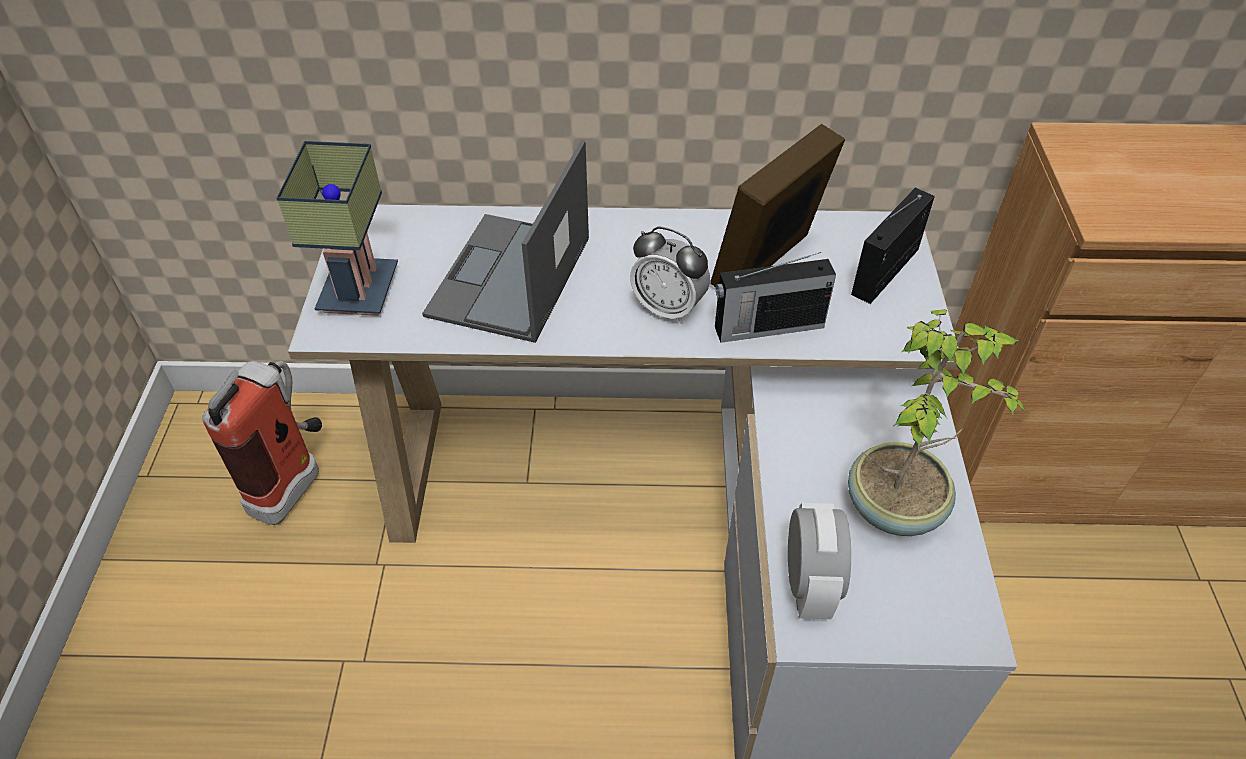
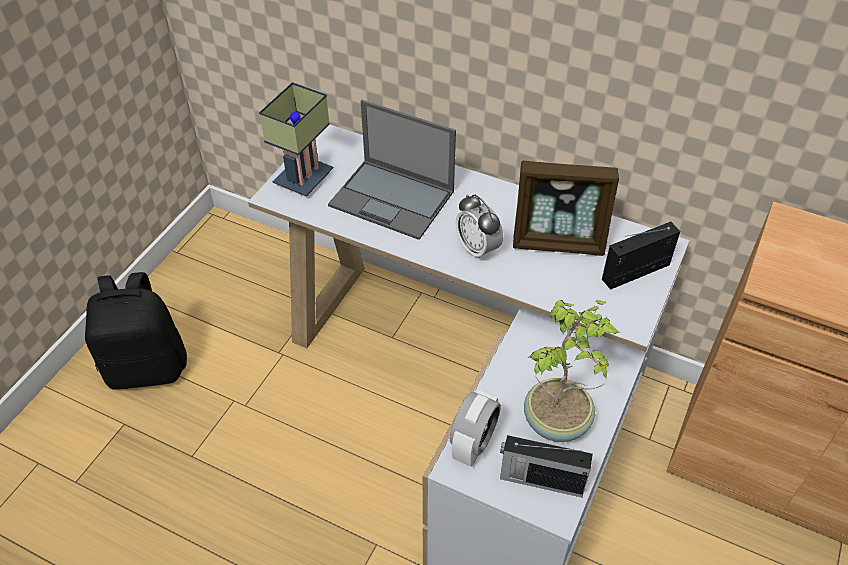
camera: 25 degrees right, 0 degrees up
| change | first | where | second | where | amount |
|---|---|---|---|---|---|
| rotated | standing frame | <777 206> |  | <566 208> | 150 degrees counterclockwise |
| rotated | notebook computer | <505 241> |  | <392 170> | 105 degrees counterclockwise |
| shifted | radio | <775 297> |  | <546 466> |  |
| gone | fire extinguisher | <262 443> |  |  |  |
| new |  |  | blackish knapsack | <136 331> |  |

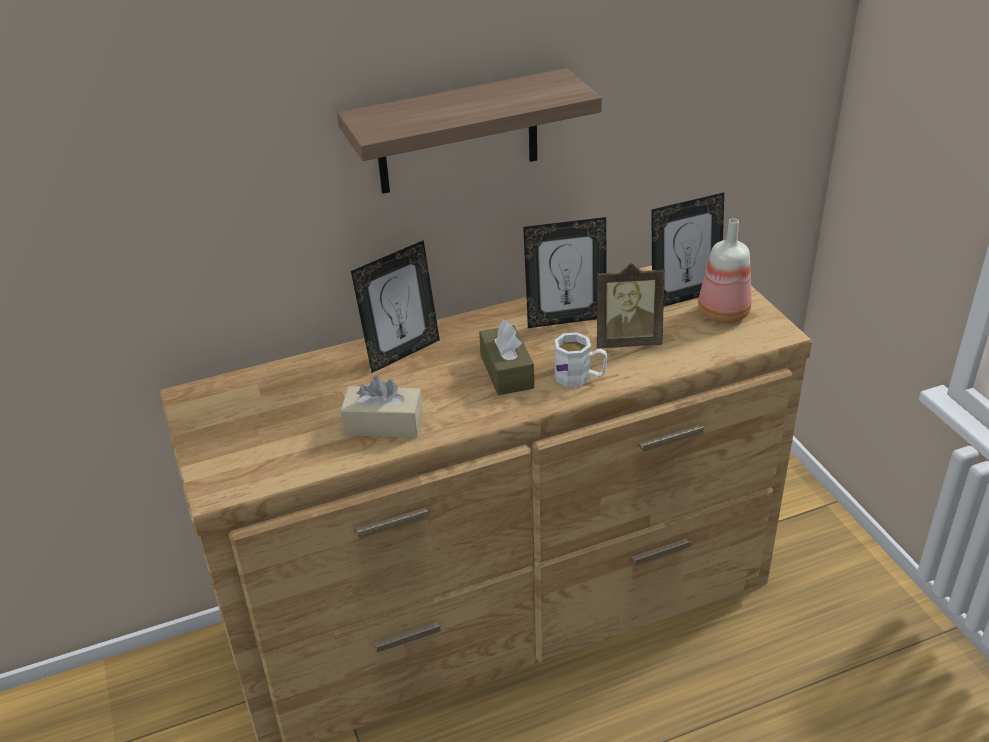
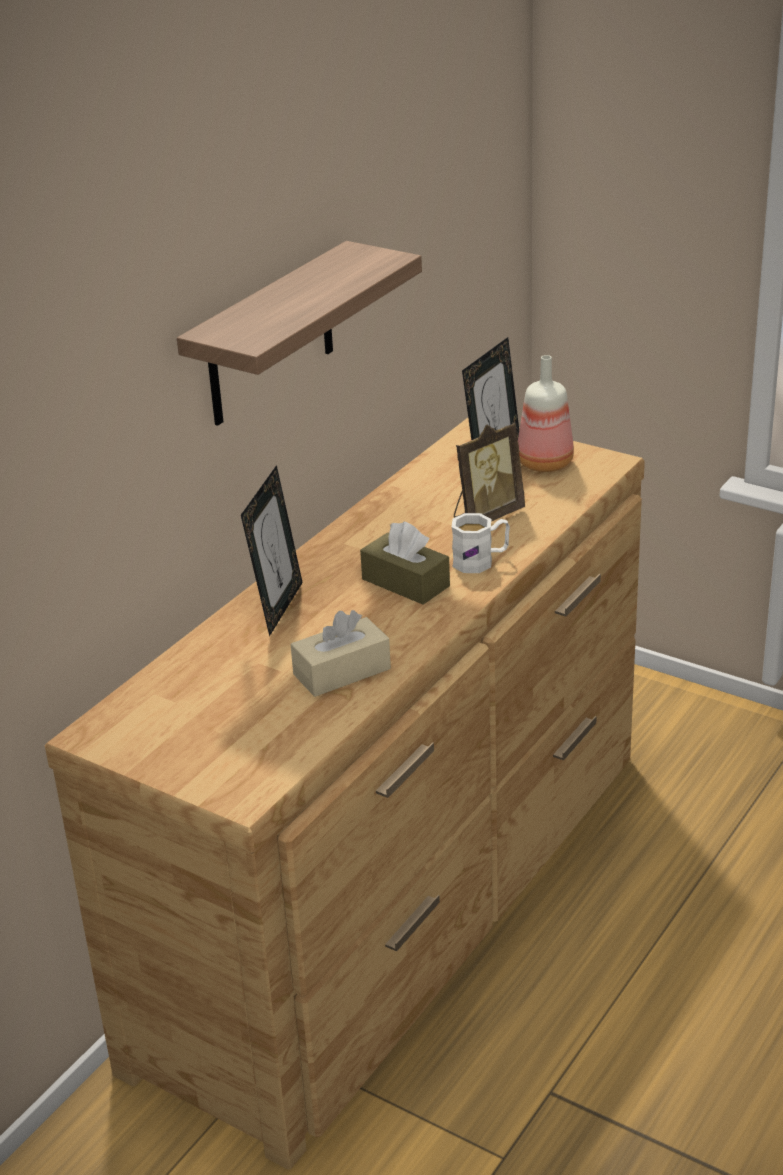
camera: 35 degrees left, 5 degrees down
| change | first | where | second | where | amount |
|---|---|---|---|---|---|
| gone | standing frame | <564 272> |  |  |  |

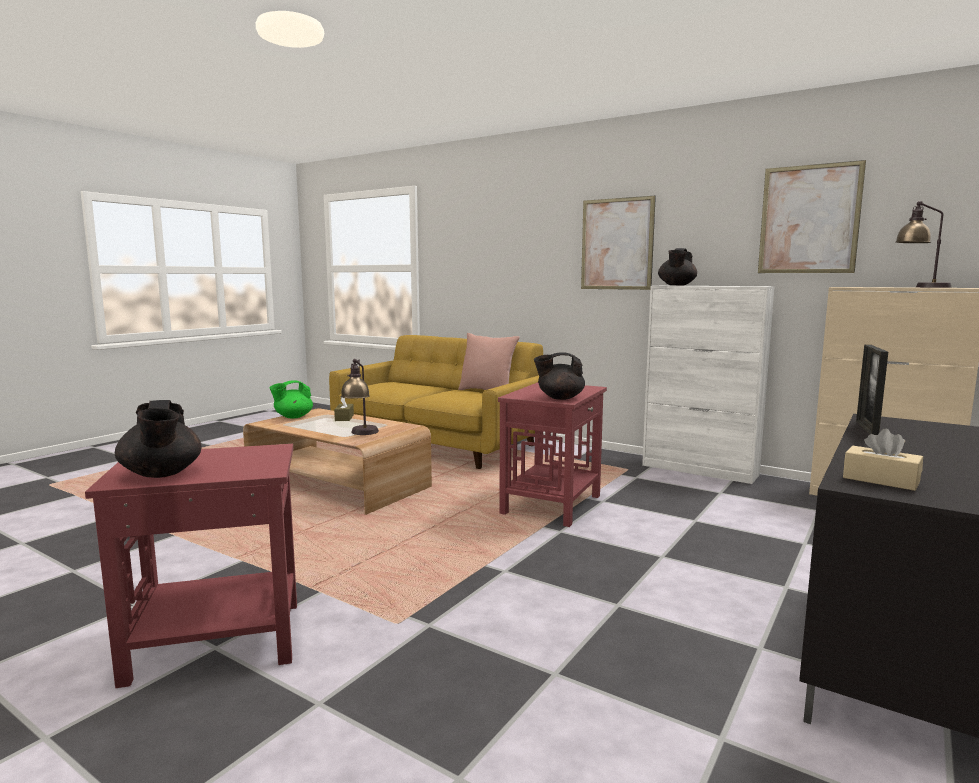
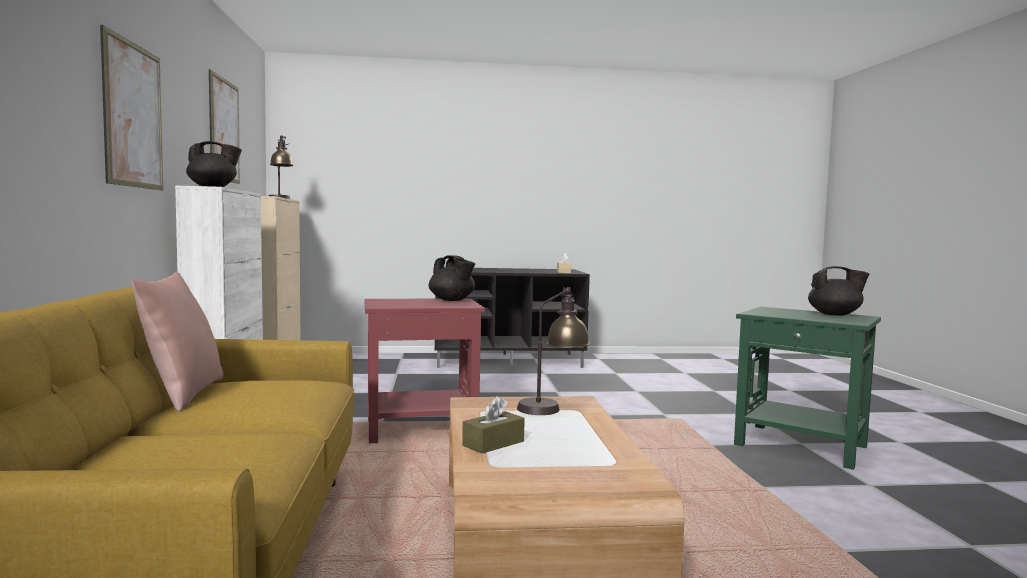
camera: 130 degrees left, 5 degrees down
| change | first | where | second | where | amount |
|---|---|---|---|---|---|
| gone | standing frame | <872 390> |  |  |  |
| gone | green tea pot | <291 399> |  |  |  |
| rotated | blackish tea pot | <158 439> |  | <839 291> | 75 degrees clockwise |
| repainted | red end table | <191 566> | green end table | <807 388> |  |

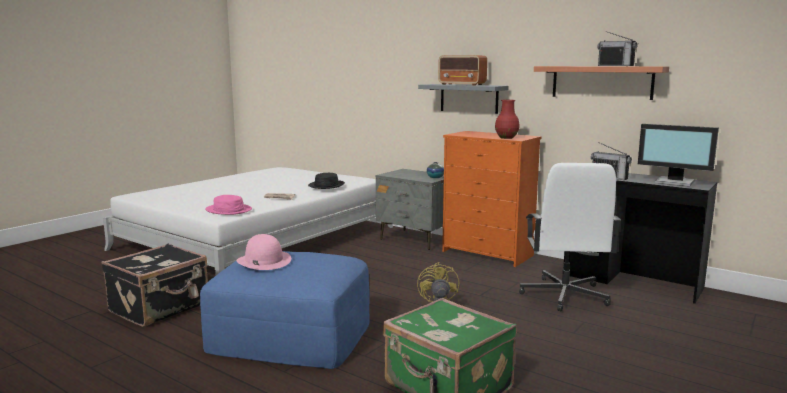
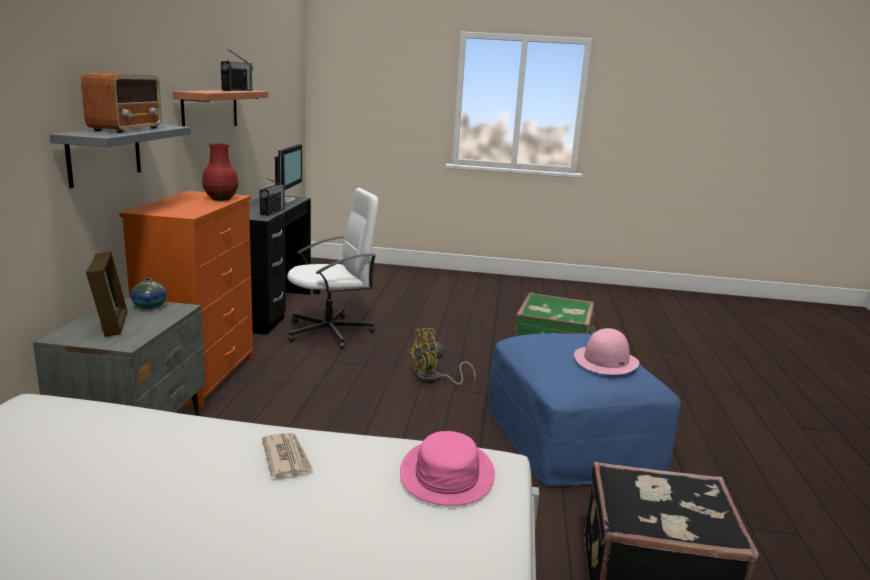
camera: 120 degrees left, 5 degrees up
| change | first | where | second | where | amount |
|---|---|---|---|---|---|
| gone | blackish clothing hat | <326 181> |  |  |  |
| new |  |  | standing frame | <107 294> |  |

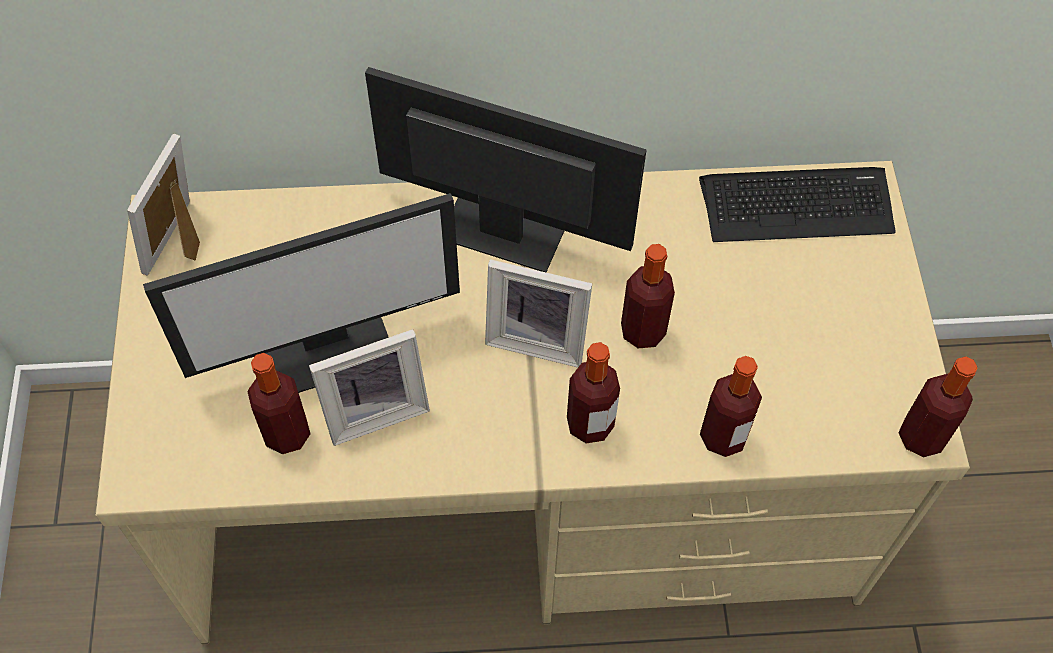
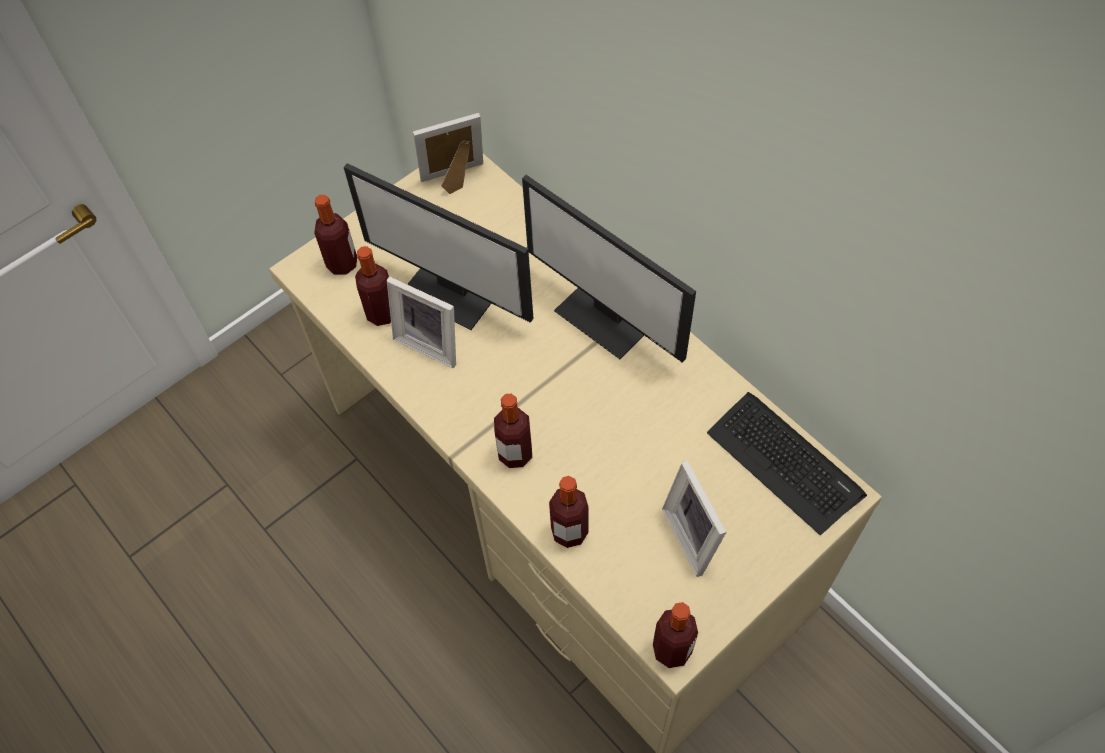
camera: 55 degrees right, 0 degrees up
| change | first | where | second | where | amount |
|---|---|---|---|---|---|
| rotated | computer display | <506 169> |  | <609 269> | 150 degrees clockwise |
| shifted | bottle | <648 296> |  | <335 235> |  |
| shifted | standing frame | <538 313> |  | <694 518> |  |

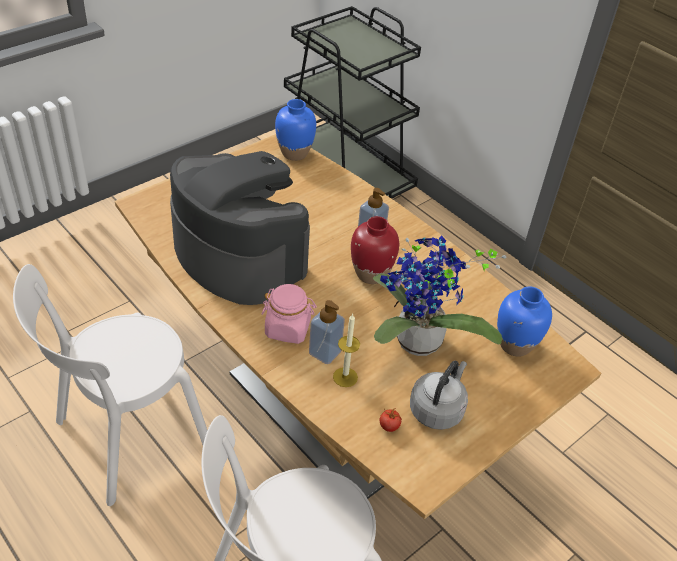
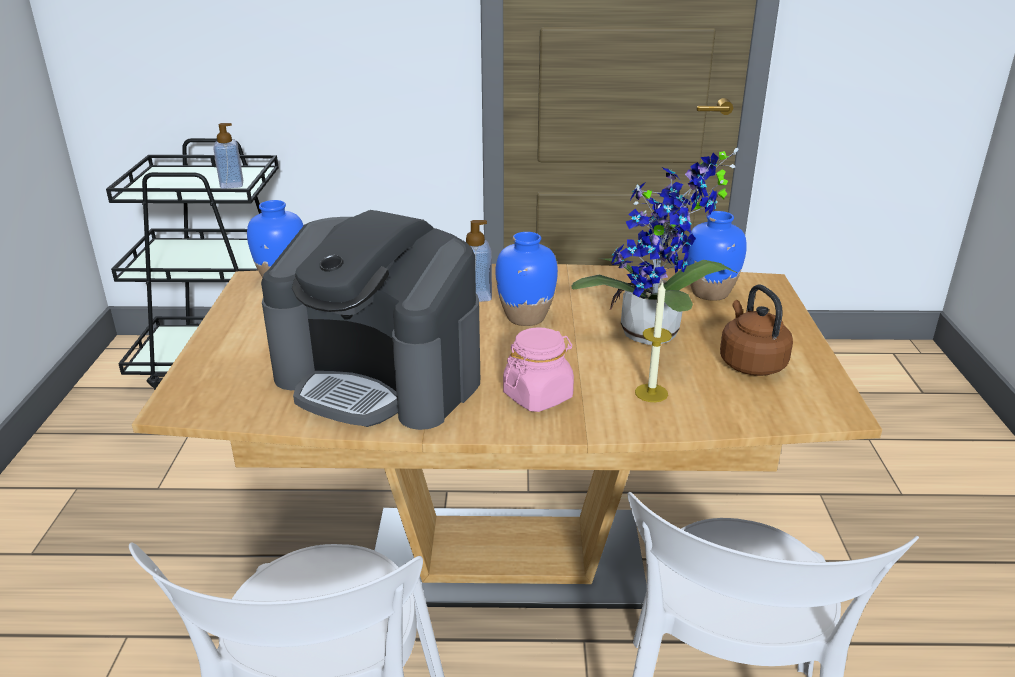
camera: 45 degrees left, 15 degrees down
| change | first | where | second | where | amount |
|---|---|---|---|---|---|
| rotated | coffee machine | <240 228> |  | <370 320> | 150 degrees counterclockwise |
| repainted | red flower vase | <375 250> | blue flower vase | <526 279> |  |
| shifted | soap bottle | <327 332> |  | <228 155> |  |
| repainted | grey water kettle | <439 395> | brown water kettle | <756 330> |  |
| gone | whole tomato | <390 420> |  |  |  |

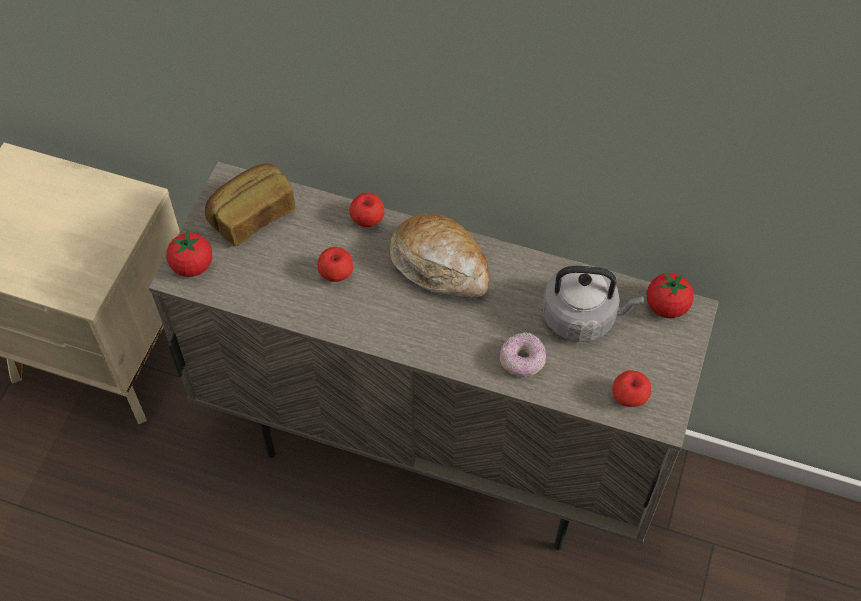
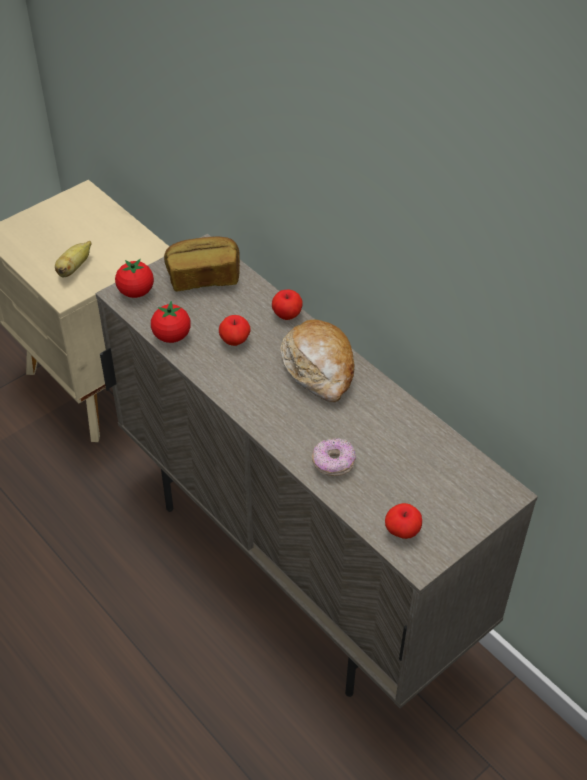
camera: 30 degrees right, 10 degrees down
| change | first | where | second | where | amount |
|---|---|---|---|---|---|
| gone | grey water kettle | <593 303> |  |  |  |
| shifted | whole tomato | <670 295> |  | <171 322> |  |
| new |  |  | whole banana | <73 259> |  |

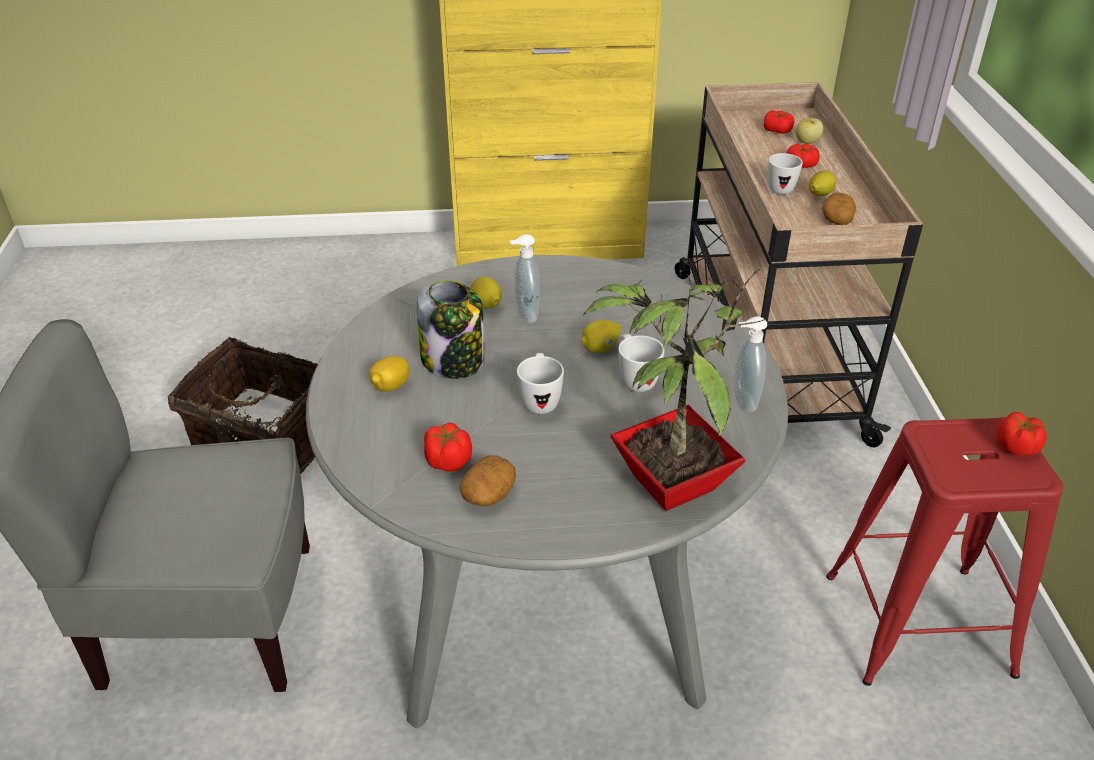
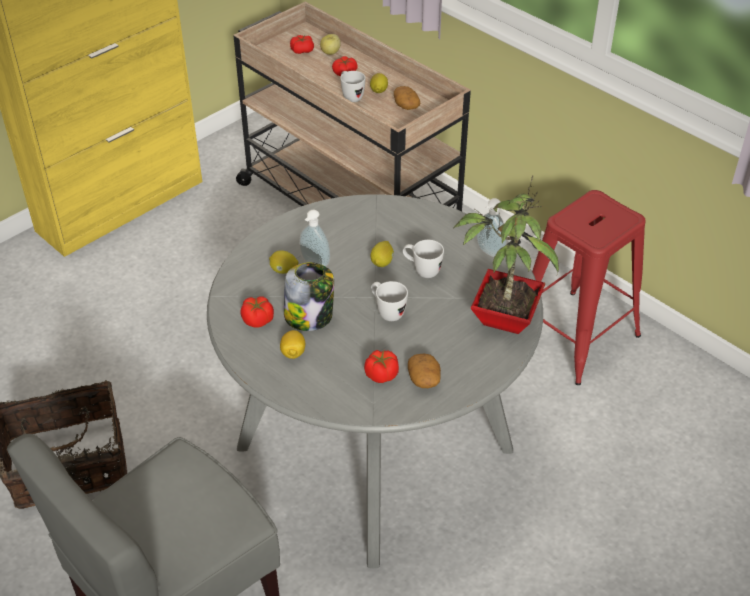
camera: 40 degrees left, 5 degrees up
| change | first | where | second | where | amount |
|---|---|---|---|---|---|
| shifted | whole tomato | <1022 433> |  | <257 312> |  |

